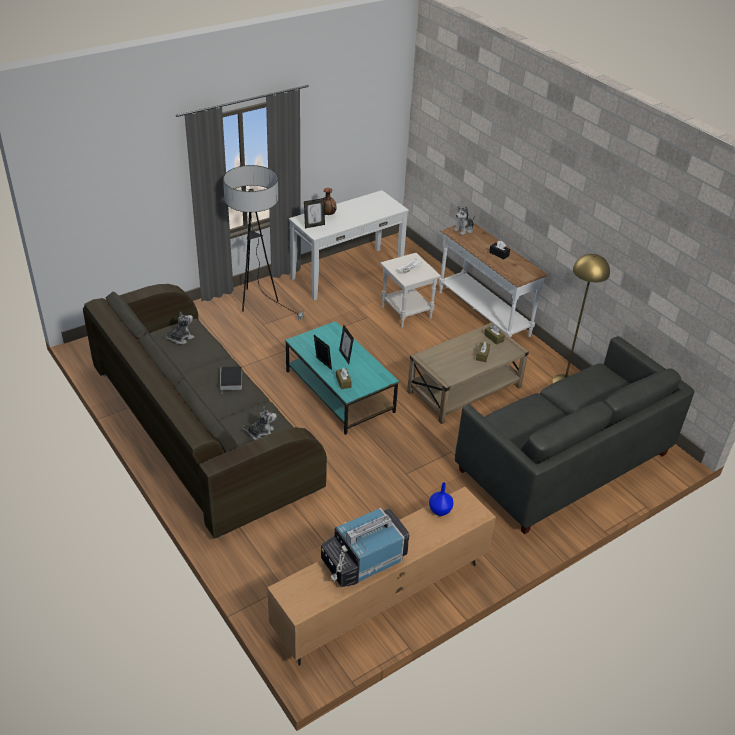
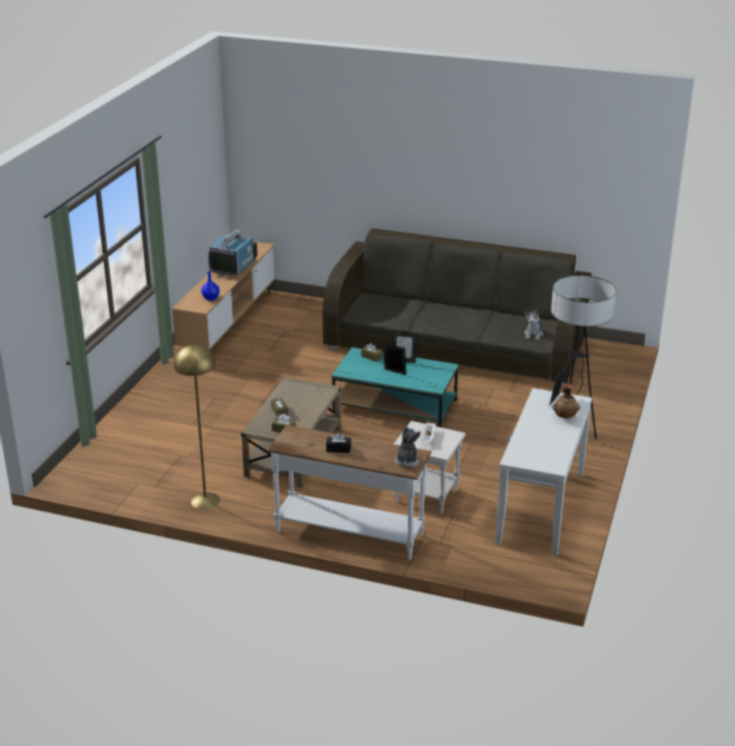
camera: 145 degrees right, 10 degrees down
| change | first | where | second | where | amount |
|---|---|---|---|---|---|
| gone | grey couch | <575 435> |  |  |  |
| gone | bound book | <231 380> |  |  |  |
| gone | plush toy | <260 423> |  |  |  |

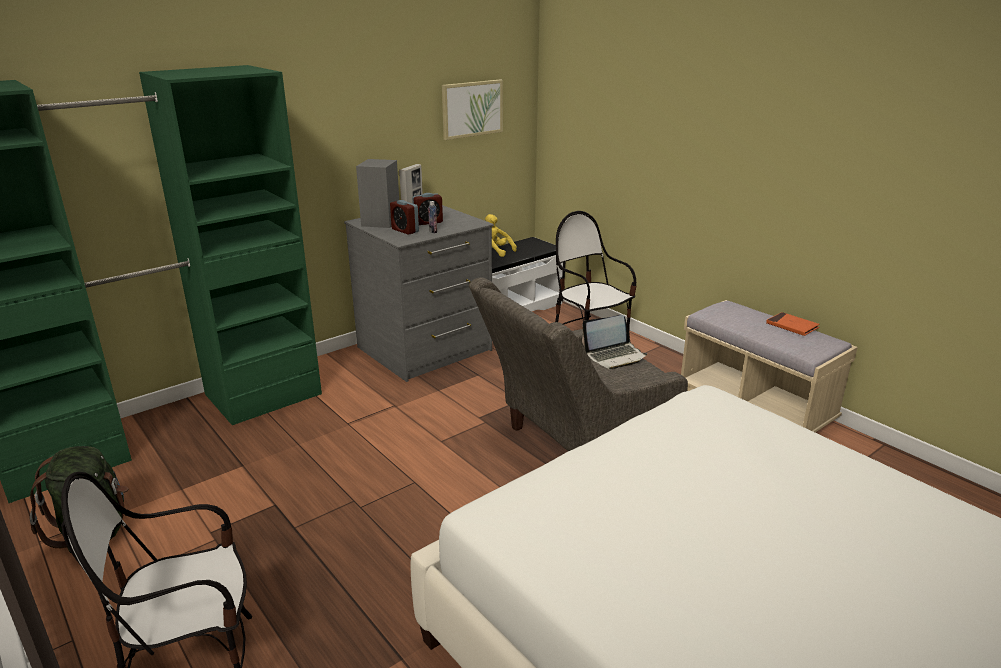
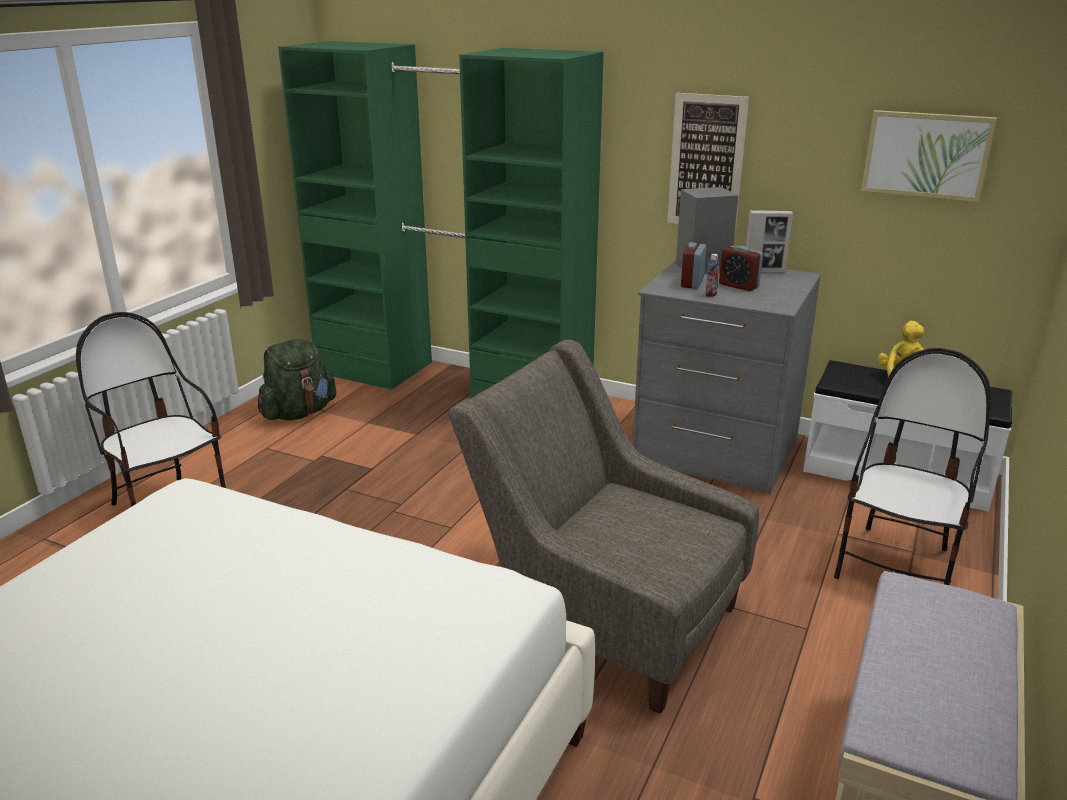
camera: 65 degrees right, 0 degrees up
| change | first | where | second | where | amount |
|---|---|---|---|---|---|
| gone | orange bound book | <792 324> |  |  |  |
| gone | notebook computer | <614 342> |  |  |  |
| new |  |  | wall art | <708 161> |  |

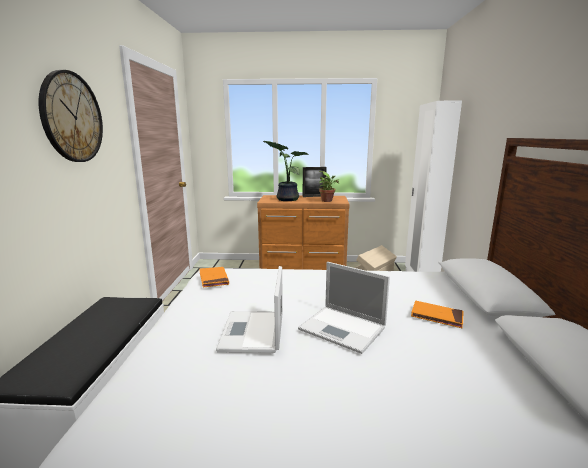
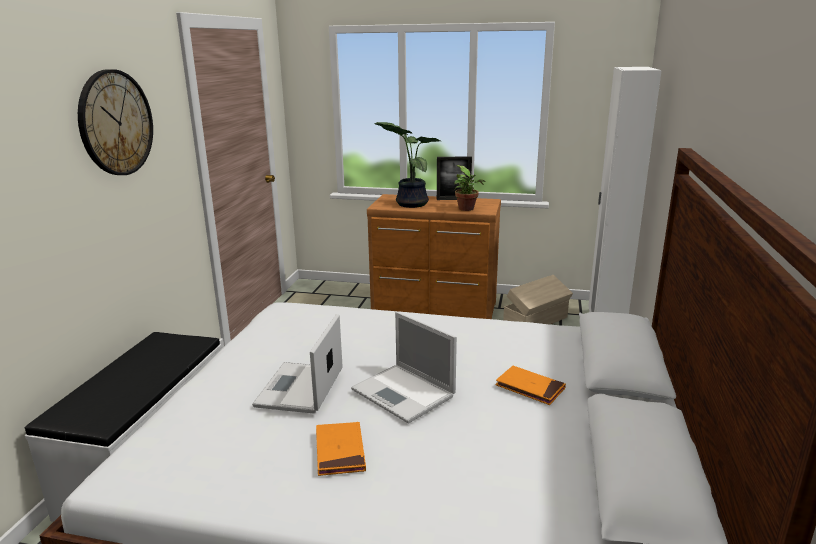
camera: 10 degrees right, 5 degrees up
| change | first | where | second | where | amount |
|---|---|---|---|---|---|
| shifted | orange bound book | <214 277> |  | <341 449> |  |

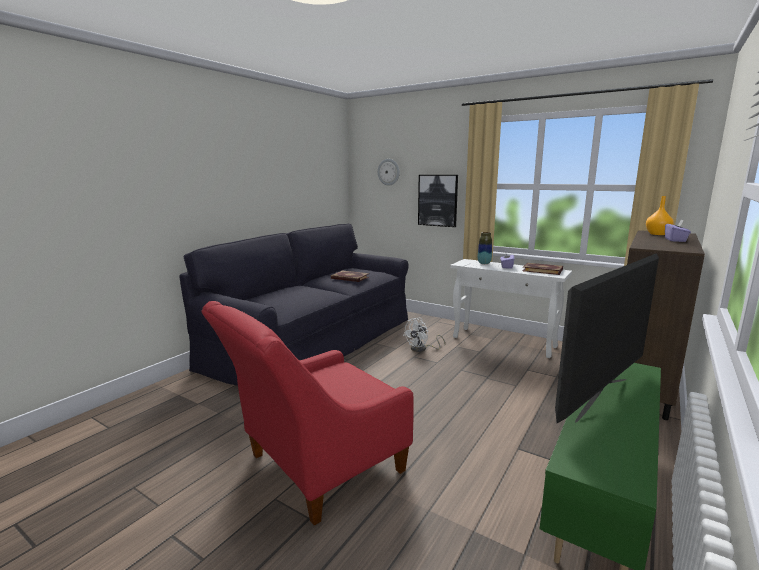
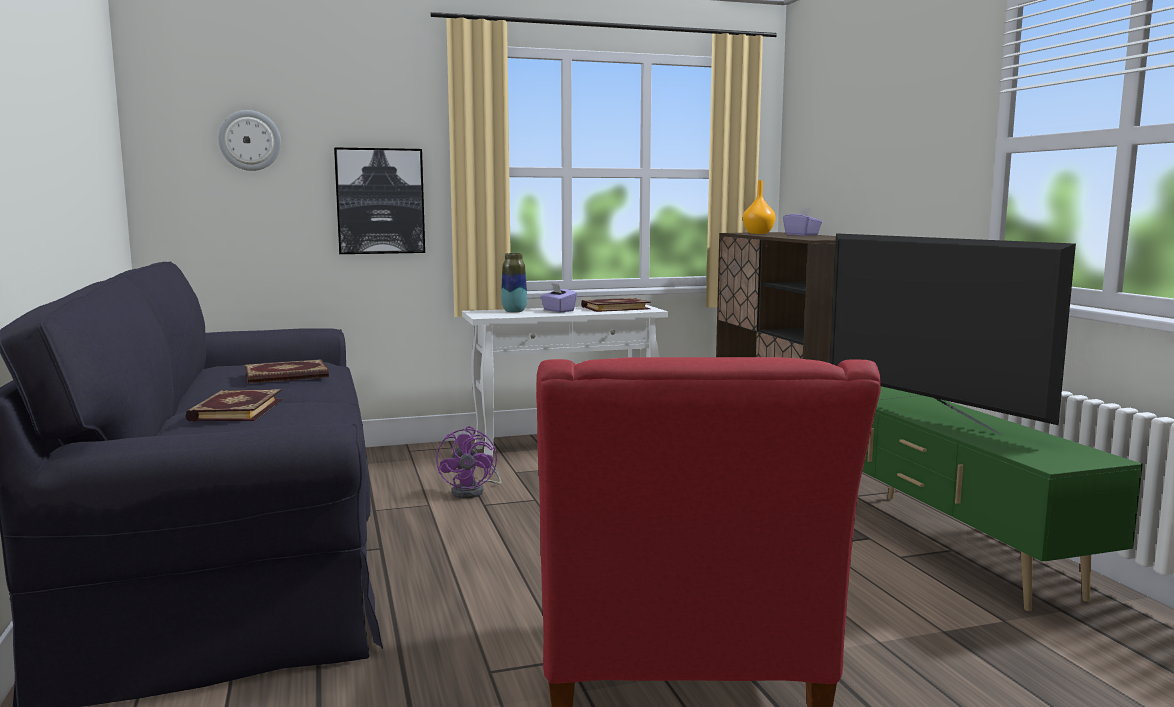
camera: 50 degrees left, 5 degrees down
| change | first | where | second | where | amount |
|---|---|---|---|---|---|
| rotated | TV | <607 338> |  | <953 334> | 150 degrees clockwise |
| repainted | whitish cooling fan | <424 335> | purple-coloured cooling fan | <469 462> |  |
| new |  |  | bound book | <233 405> |  |

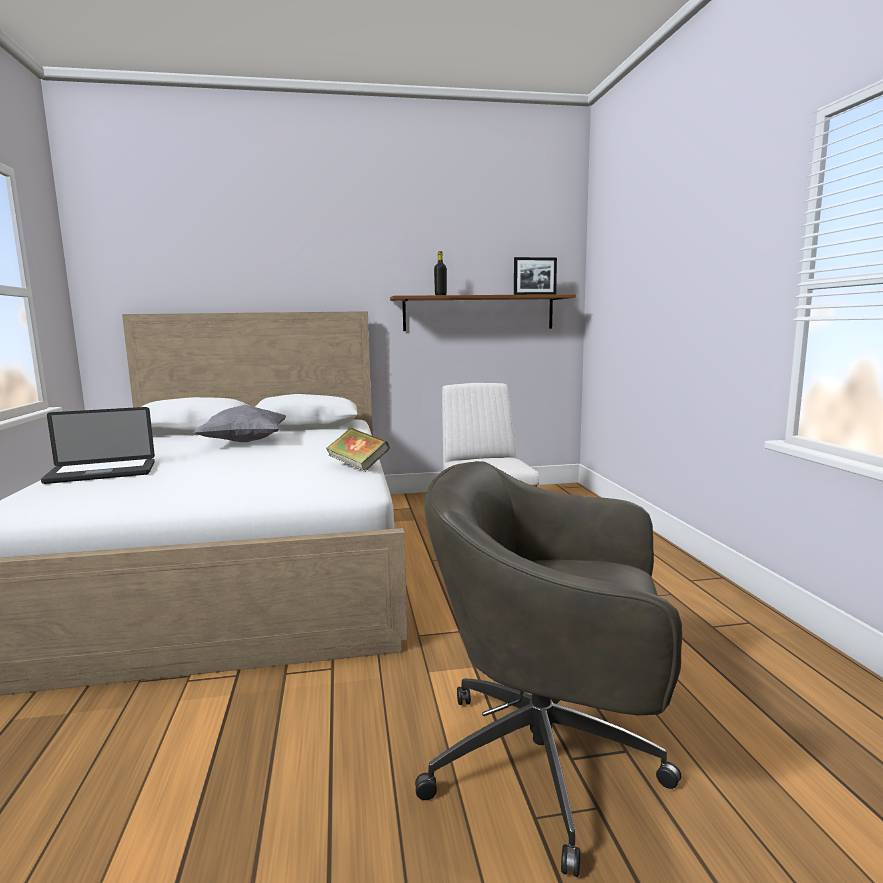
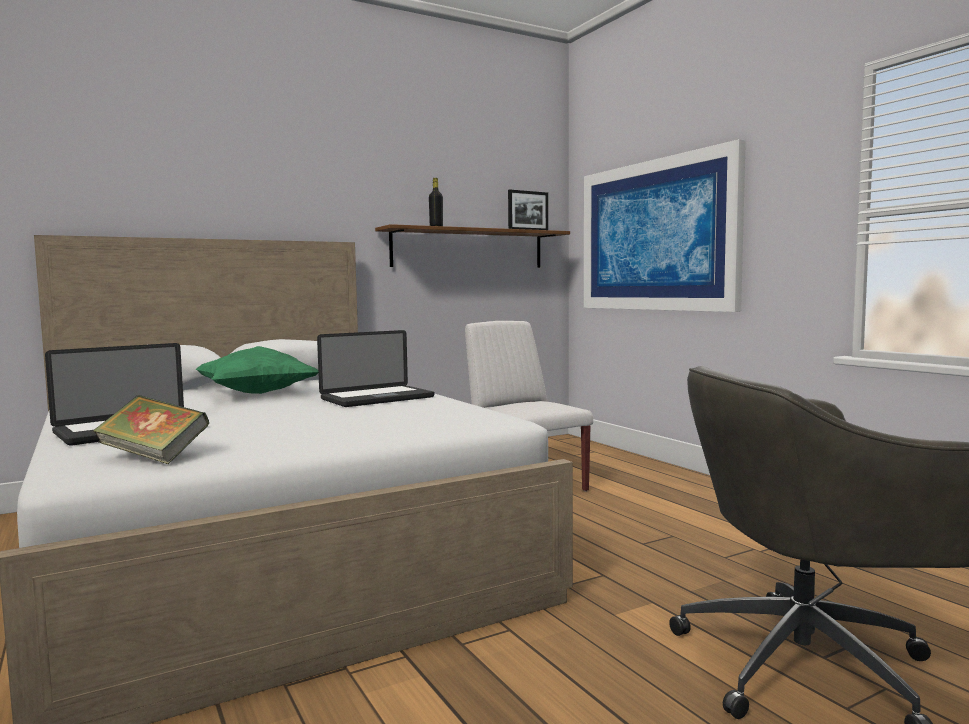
camera: 20 degrees left, 5 degrees down
| change | first | where | second | where | amount |
|---|---|---|---|---|---|
| repainted | grey cushion | <239 423> | green cushion | <256 370> |  |
| shifted | bound book | <358 450> |  | <150 429> |  |
| new |  |  | wall art | <665 225> |  |
| new |  |  | notebook computer | <375 368> |  |

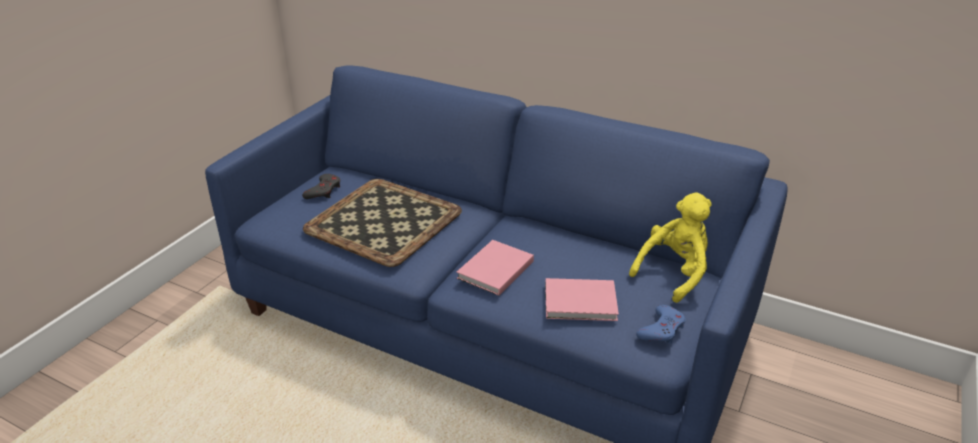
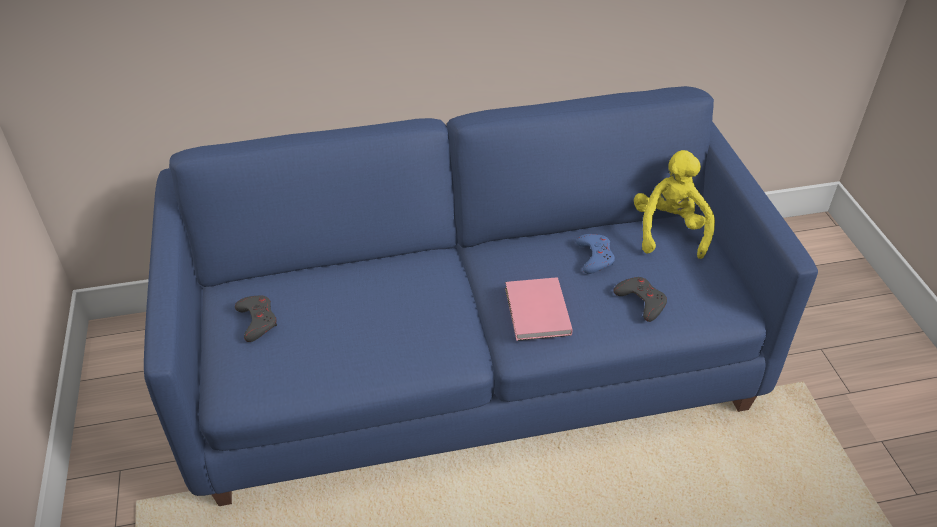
camera: 40 degrees left, 10 degrees up
| change | first | where | second | where | amount |
|---|---|---|---|---|---|
| gone | carrying tray | <382 223> |  |  |  |
| swapped | pink-coloured bound book | <582 299> | grey joypad | <640 299> |  |
| shifted | blue joypad | <661 324> |  | <595 254> |  |

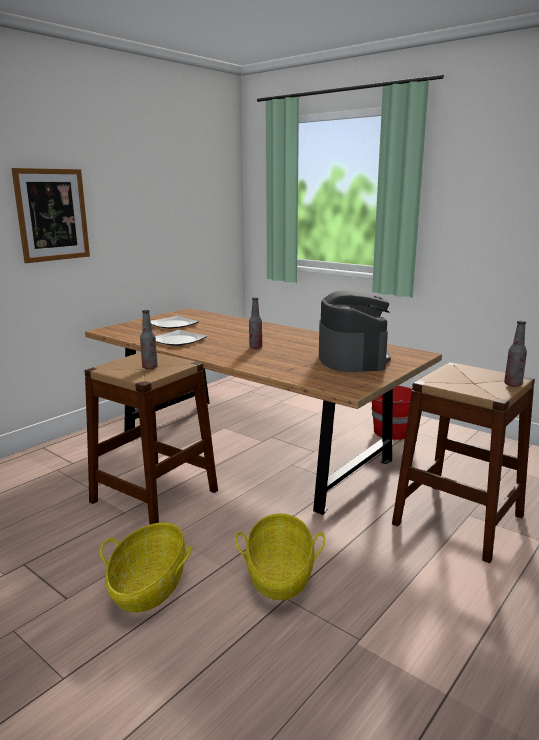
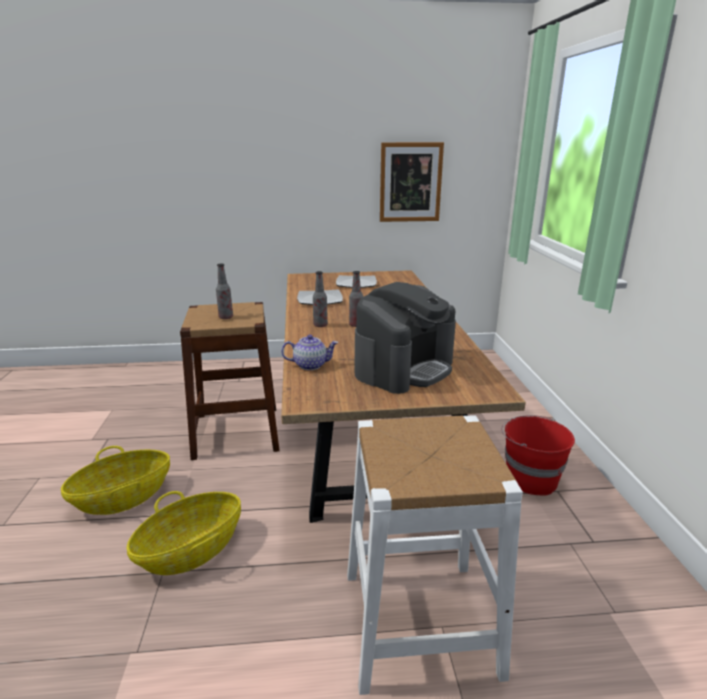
camera: 45 degrees right, 5 degrees up
| change | first | where | second | where | amount |
|---|---|---|---|---|---|
| shifted | wall art | <50 215> |  | <412 182> |  |
| shifted | bottle | <515 354> |  | <320 299> |  |
| repainted | brown sitting stool | <463 462> | whitish sitting stool | <435 555> |  |
| new |  |  | tea pot | <309 352> |  |

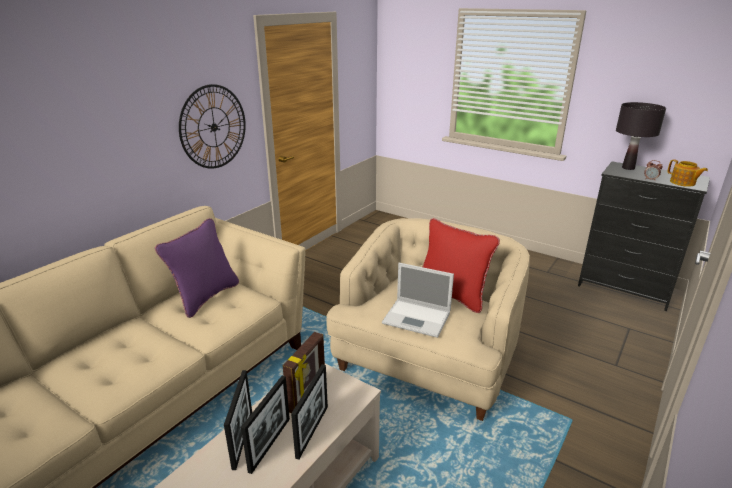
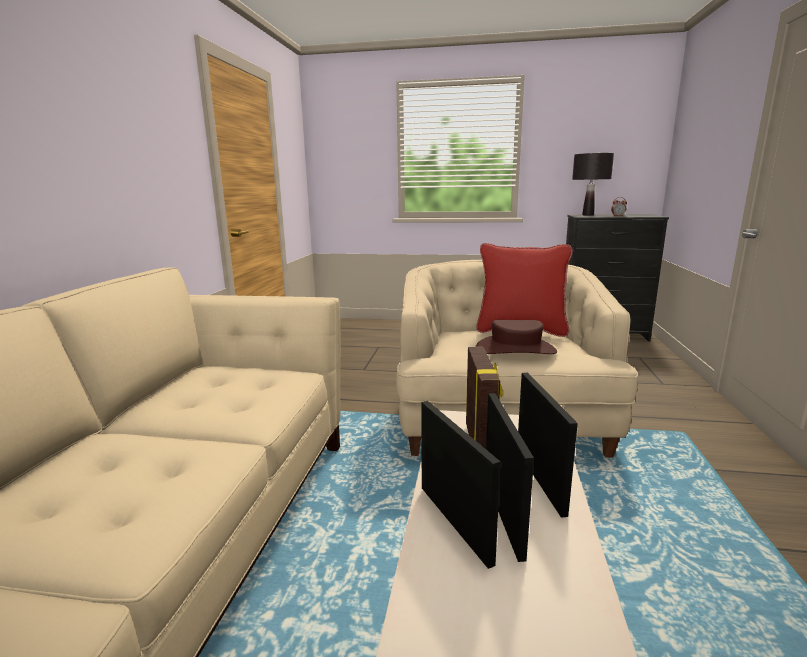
camera: 25 degrees left, 10 degrees down
| change | first | where | second | where | amount |
|---|---|---|---|---|---|
| gone | wall clock | <212 126> |  |  |  |
| gone | tea pot | <688 173> |  |  |  |
| gone | purple-coloured cushion | <197 268> |  |  |  |
| swapped | notebook computer | <418 300> | brown clothing hat | <516 337> |  |

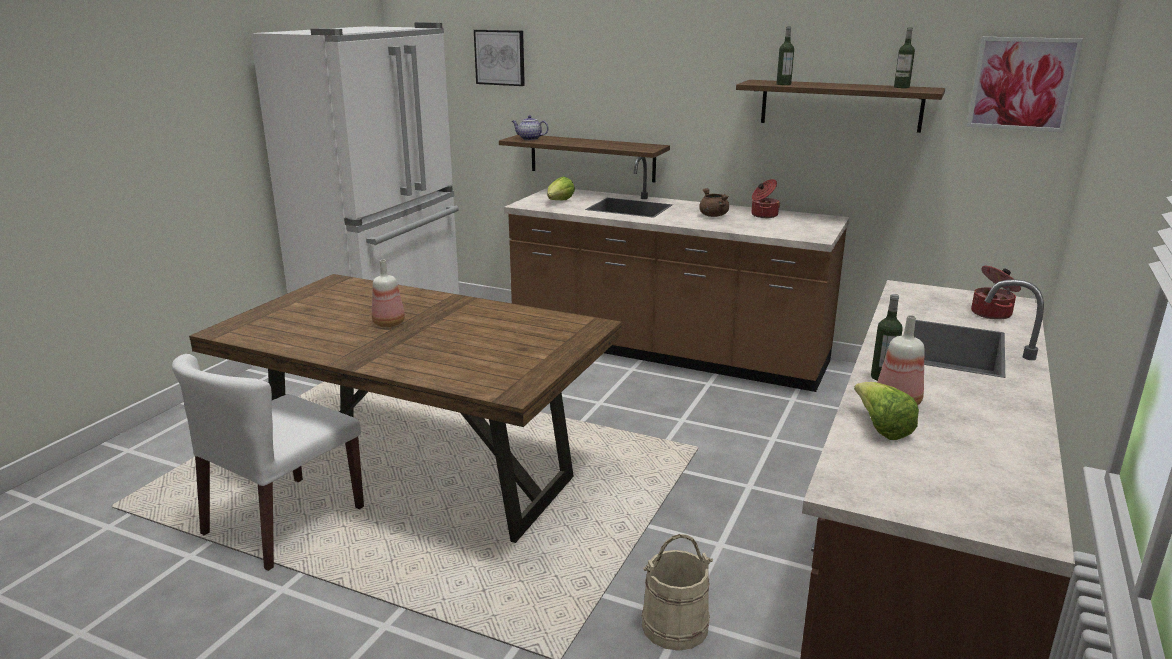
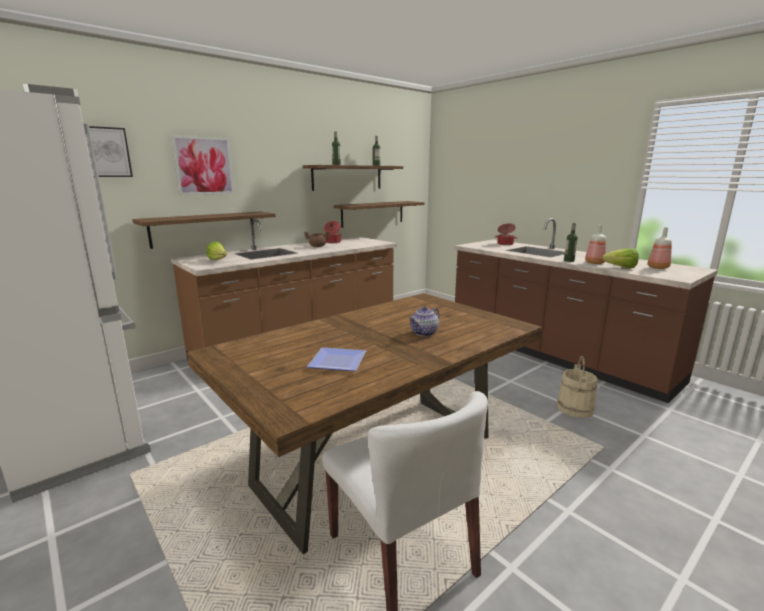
camera: 65 degrees left, 5 degrees down
| change | first | where | second | where | amount |
|---|---|---|---|---|---|
| shifted | wall art | <1025 84> |  | <203 165> |  |
| shifted | tea pot | <530 127> |  | <424 321> |  |
| shifted | bottle | <388 293> |  | <660 248> |  |
| new |  |  | shelf | <379 214> |  |
| new |  |  | flat dish | <336 359> |  |

